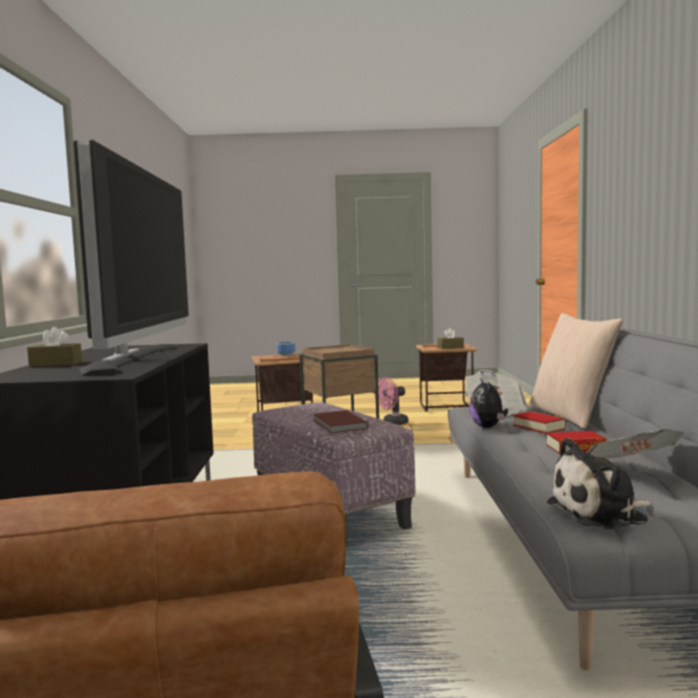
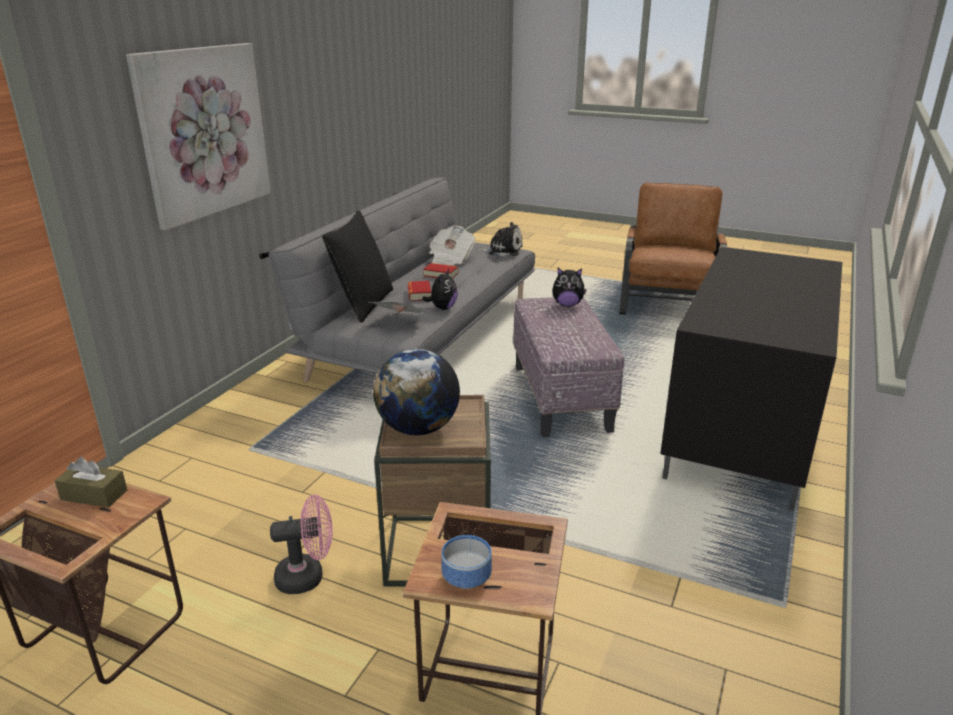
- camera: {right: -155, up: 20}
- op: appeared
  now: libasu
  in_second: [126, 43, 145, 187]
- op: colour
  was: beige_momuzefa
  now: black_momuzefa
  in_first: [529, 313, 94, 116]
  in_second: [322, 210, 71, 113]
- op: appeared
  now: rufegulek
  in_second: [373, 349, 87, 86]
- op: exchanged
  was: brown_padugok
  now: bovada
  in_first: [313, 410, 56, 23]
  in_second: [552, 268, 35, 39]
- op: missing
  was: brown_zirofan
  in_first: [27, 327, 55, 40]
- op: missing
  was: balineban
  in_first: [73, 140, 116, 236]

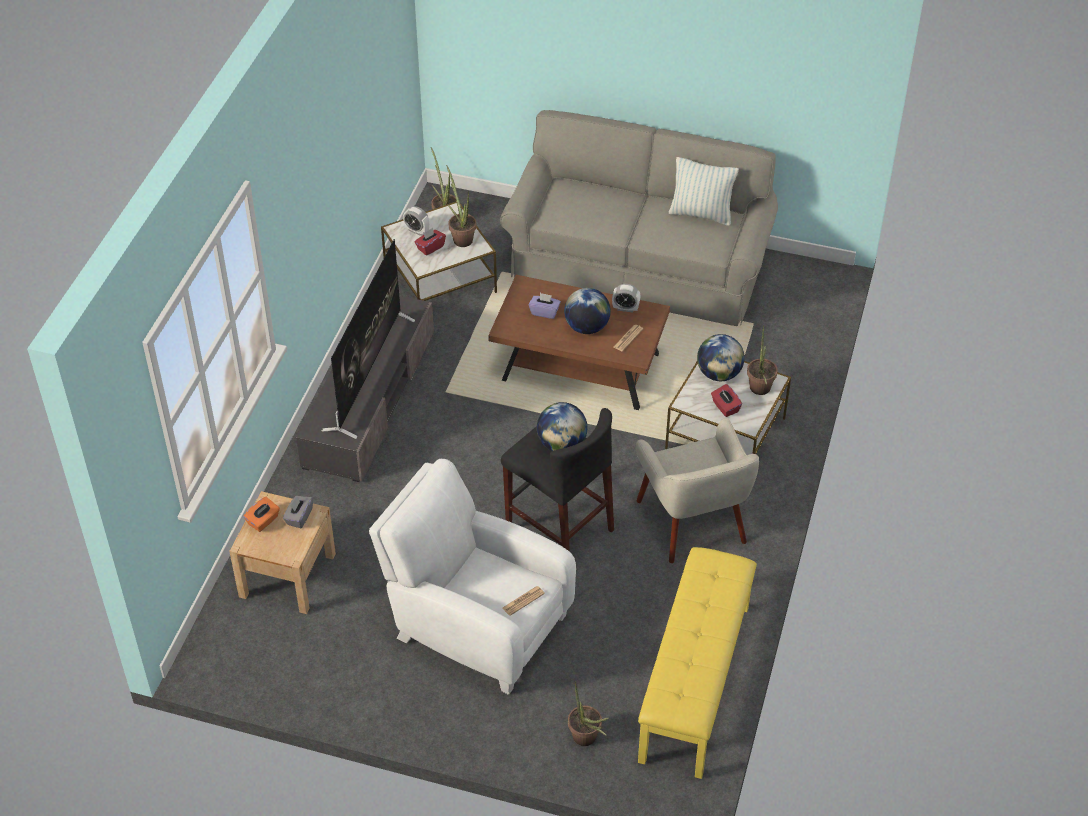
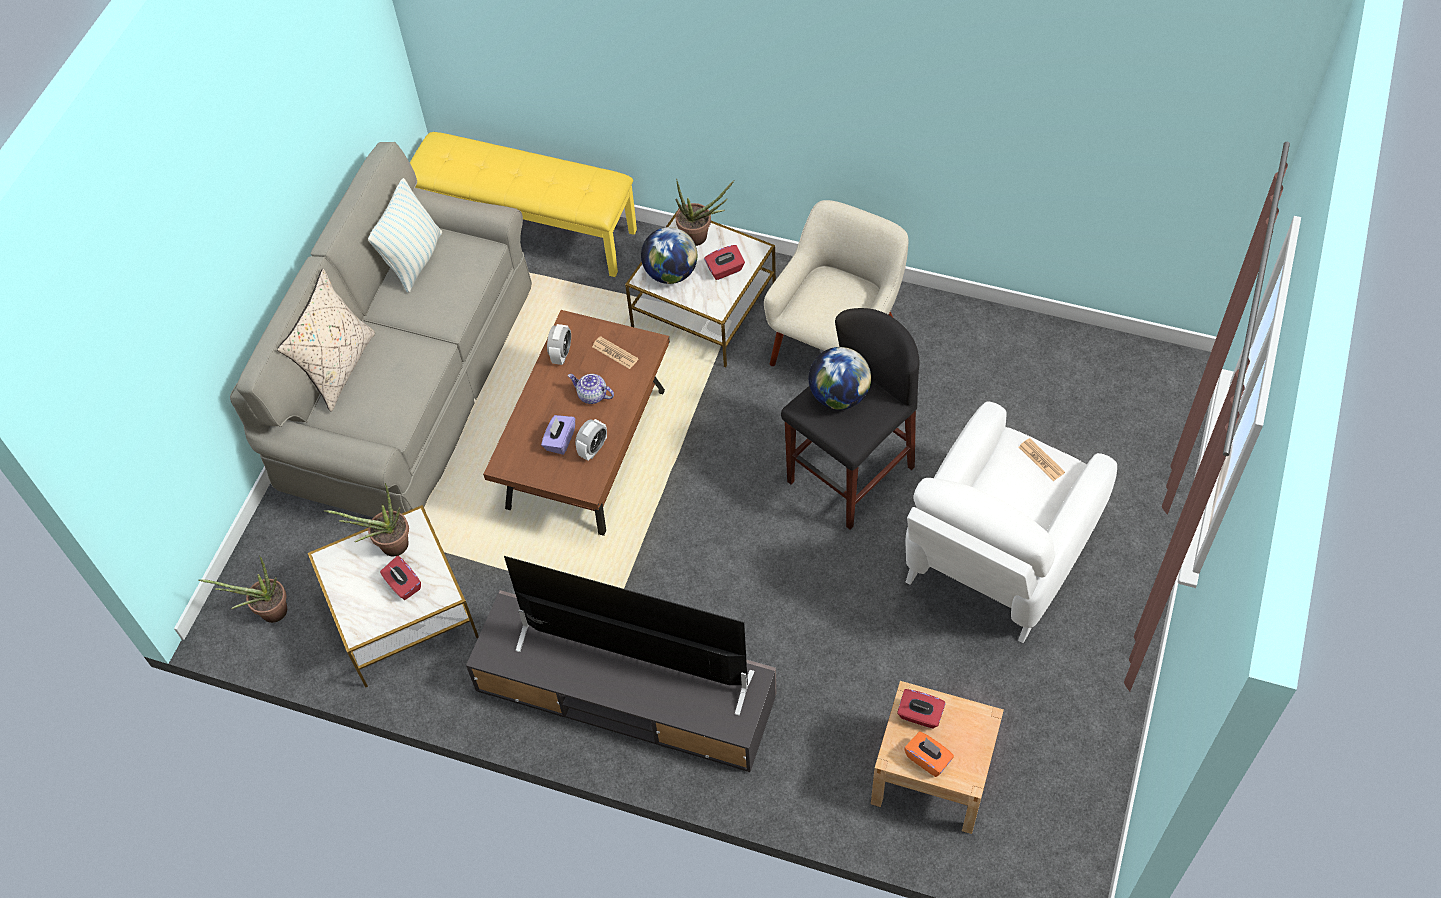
- camera: {right: -85, up: 10}
- op: appeared
  now: beige_momuzefa
  in_second: [277, 269, 99, 143]
- op: relocated
  was: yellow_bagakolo
  in_first: [638, 547, 119, 232]
  in_second: [410, 132, 227, 145]
- op: exchanged
  was: rufegulek
  now: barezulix
  in_first: [564, 288, 47, 46]
  in_second: [568, 374, 46, 30]
- op: relocated
  was: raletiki
  in_first: [403, 206, 26, 30]
  in_second: [575, 419, 32, 42]
- op: spun
  was: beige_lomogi
  in_first: [636, 418, 123, 145]
  in_second: [764, 200, 144, 166]
  clockwise: -45
- op: colour
  was: grey_zirofan
  now: red_zirofan
  in_first: [283, 496, 30, 32]
  in_second: [897, 689, 49, 40]
- op: missing
  was: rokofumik
  in_first: [568, 681, 41, 65]

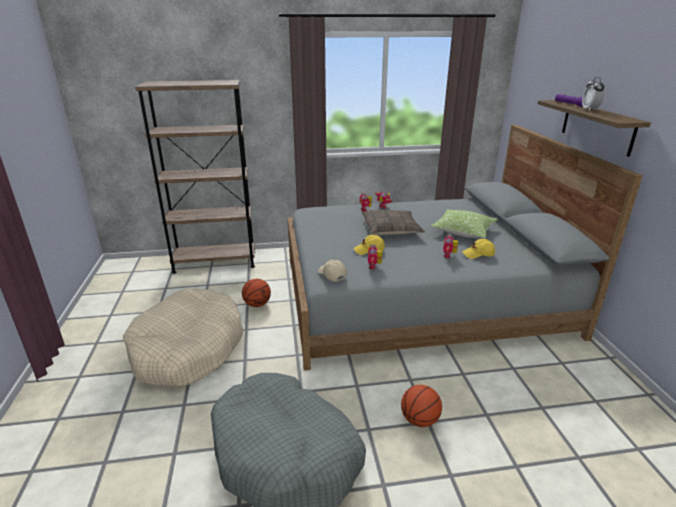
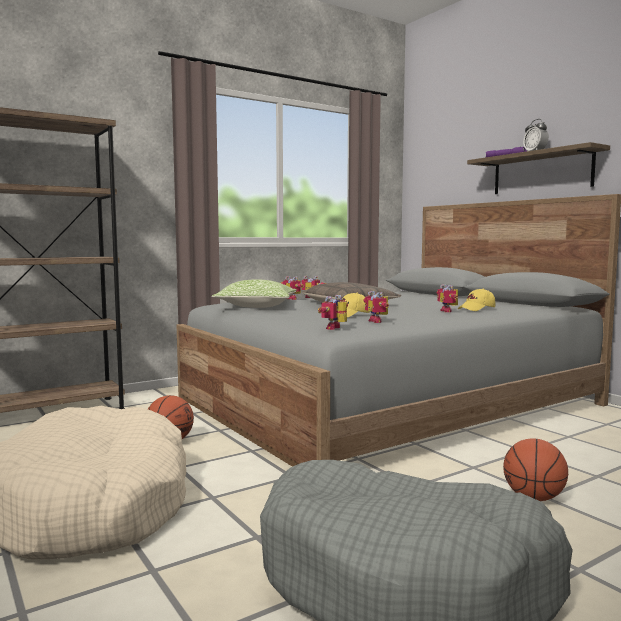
- camera: {right: -25, up: -20}
- op: relocated
  was: momuzefa
  in_first: [430, 209, 68, 30]
  in_second: [211, 280, 86, 28]
- op: exchanged
  was: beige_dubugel
  now: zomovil
  in_first: [318, 260, 29, 22]
  in_second: [318, 295, 30, 35]

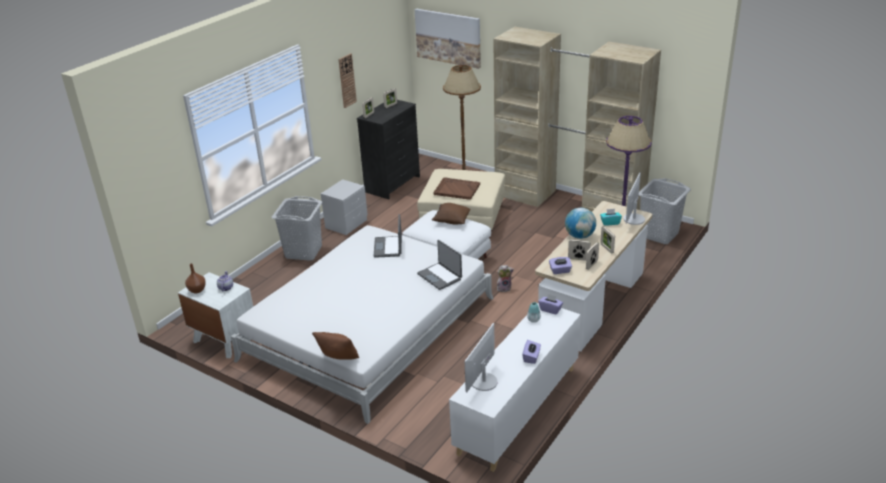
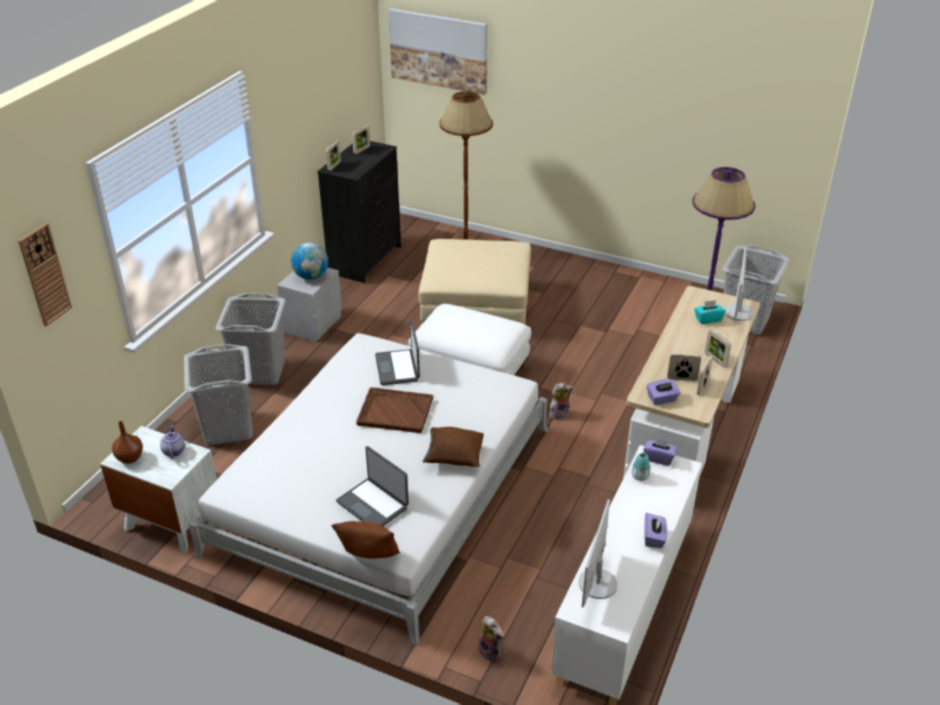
- camera: {right: -10, up: 5}
- op: relocated
  was: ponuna
  in_first: [338, 53, 19, 55]
  in_second: [18, 223, 54, 103]
- op: appeared
  now: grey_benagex
  in_second: [184, 344, 69, 101]
- op: relocated
  was: rufegulek
  in_first: [565, 208, 31, 31]
  in_second: [291, 242, 37, 38]
- op: relocated
  was: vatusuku
  in_first: [417, 240, 45, 50]
  in_second: [336, 446, 73, 80]
- op: relocated
  was: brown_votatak
  in_first: [433, 177, 47, 23]
  in_second: [356, 387, 77, 46]
- op: relocated
  was: brown_momuzefa
  in_first: [432, 203, 38, 21]
  in_second: [423, 427, 61, 40]
- op: appeared
  now: bovada
  in_second: [478, 616, 26, 46]
- op: missing
  was: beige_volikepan
  in_first: [493, 27, 168, 185]

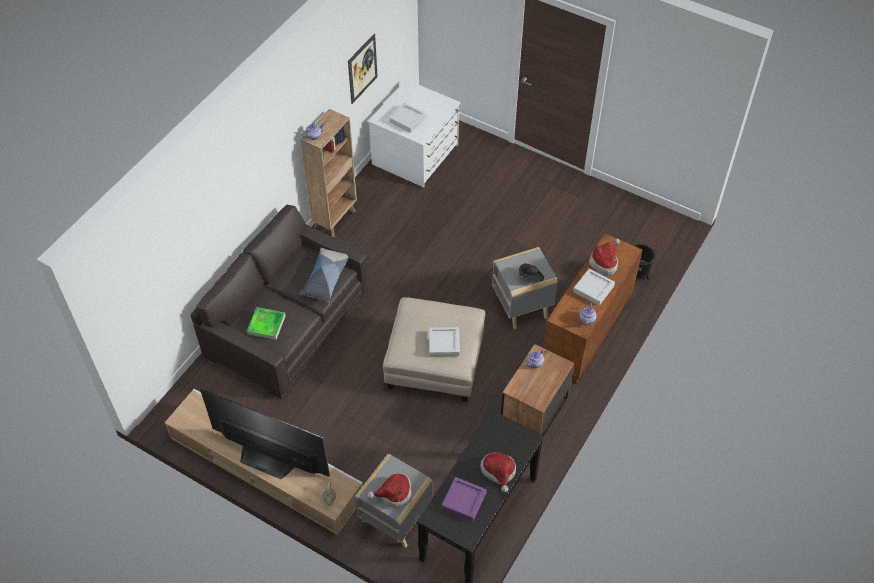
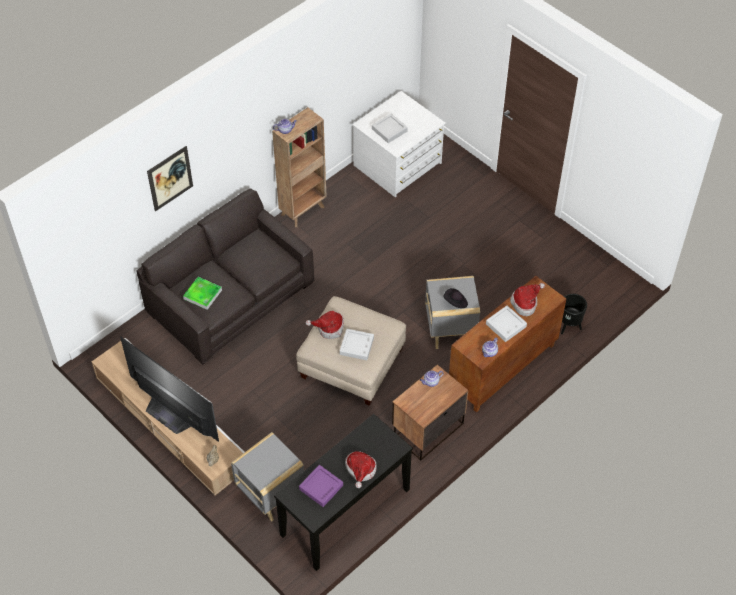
- camera: {right: 15, up: 0}
- op: relocated
  was: libasu
  in_first: [348, 34, 30, 70]
  in_second: [147, 146, 46, 65]
- op: relocated
  was: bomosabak
  in_first: [367, 473, 45, 35]
  in_second: [305, 311, 39, 28]
- op: missing
  was: momuzefa
  in_first: [300, 248, 49, 54]

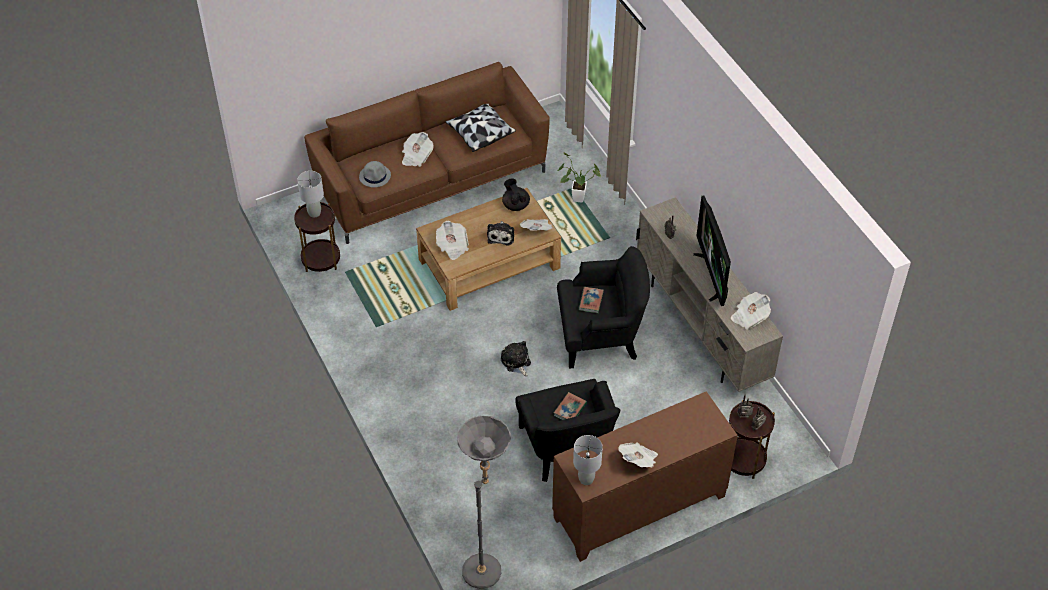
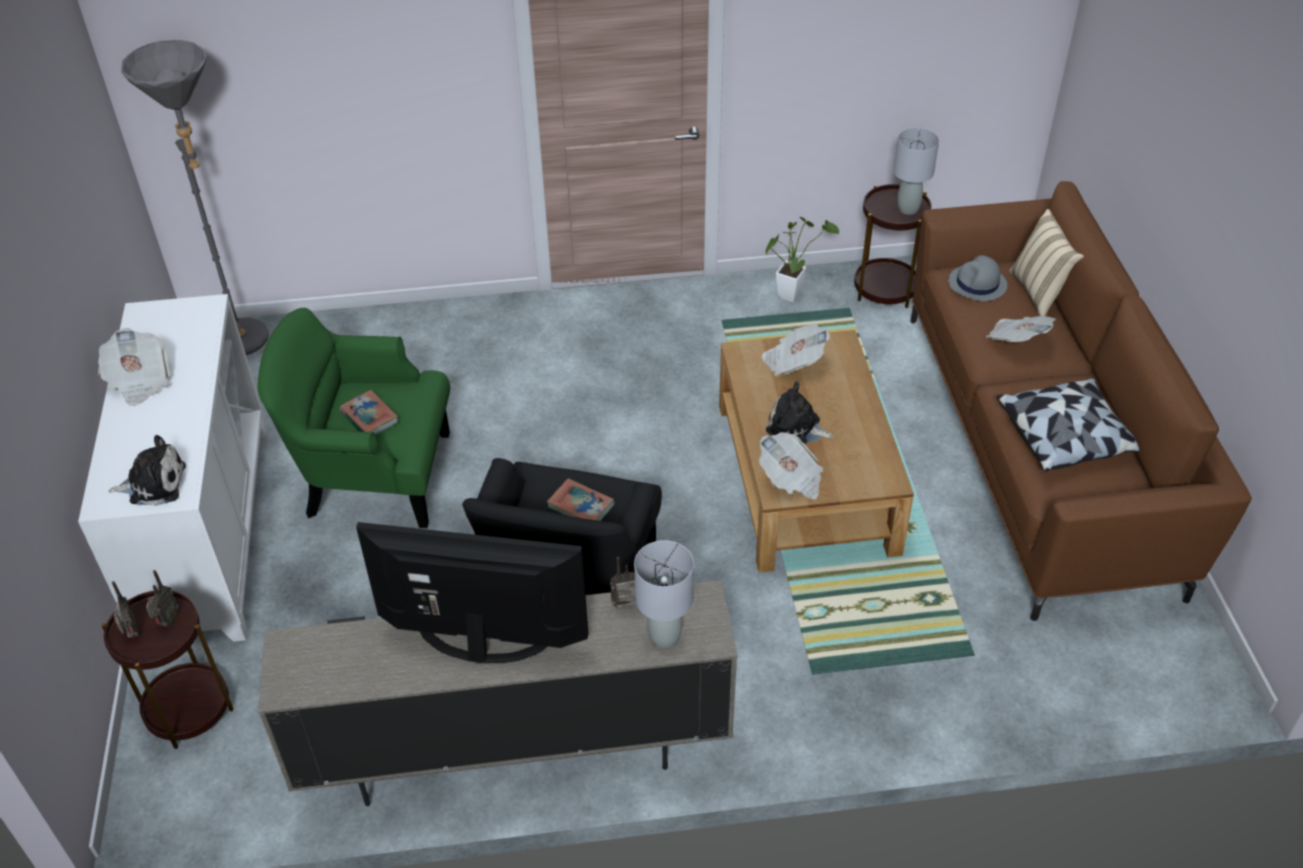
- camera: {right: 110, up: -5}
- op: colour
  was: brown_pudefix
  now: white_pudefix
  in_first: [552, 391, 186, 171]
  in_second: [78, 294, 188, 348]
- op: relocated
  was: bovada
  in_first: [501, 341, 30, 35]
  in_second: [108, 435, 78, 71]
- op: colour
  was: black_lomogi
  now: green_lomogi
  in_first: [515, 379, 105, 103]
  in_second: [257, 308, 193, 220]
- op: relocated
  was: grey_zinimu
  in_first: [573, 435, 30, 50]
  in_second: [634, 540, 60, 109]
- op: relocated
  was: rokofumik
  in_first: [558, 153, 43, 50]
  in_second: [765, 217, 74, 85]
- op: appeared
  now: beige_momuzefa
  in_second: [1009, 209, 75, 107]
- op: missing
  was: black_barezulix
  in_first: [502, 178, 28, 33]
- op: missing
  was: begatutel
  in_first: [731, 292, 40, 38]

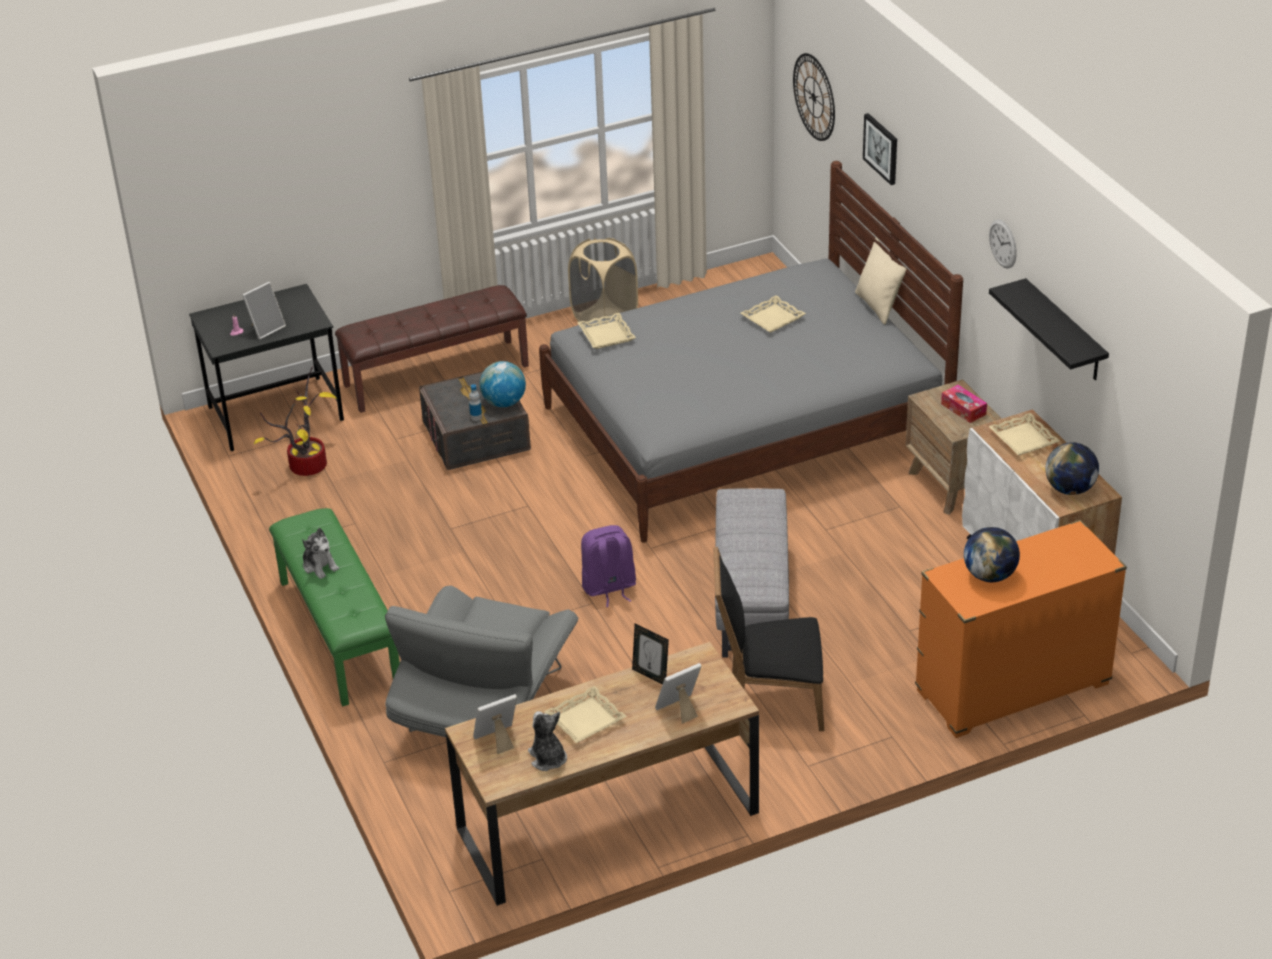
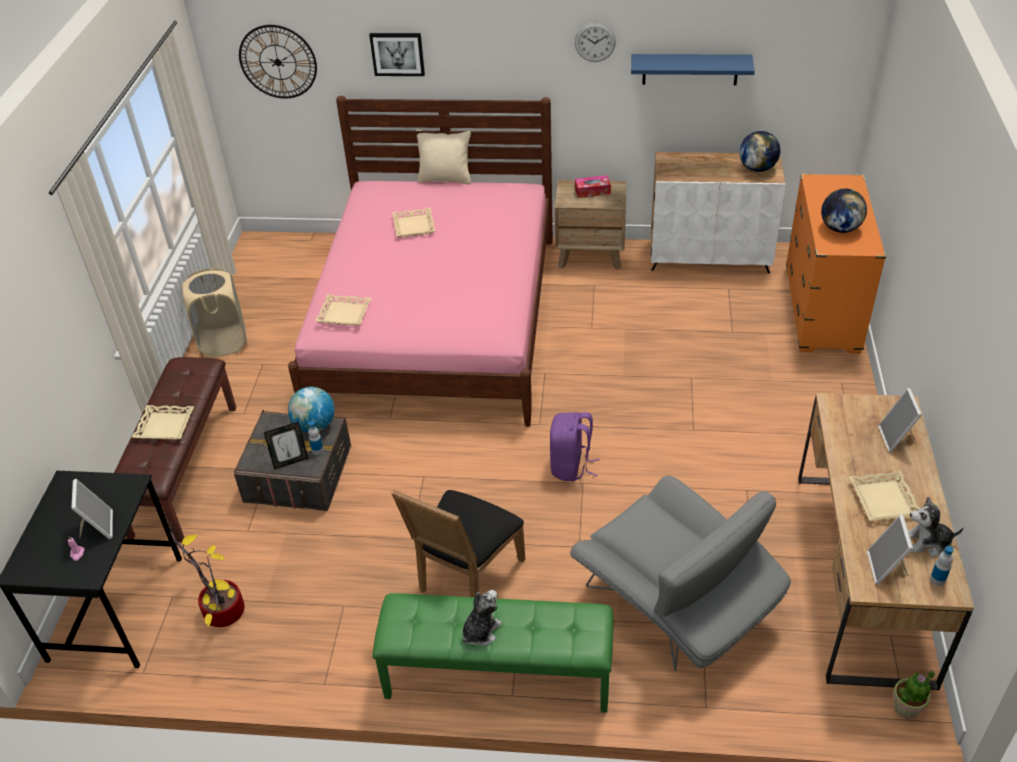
- camera: {right: -60, up: 5}
- op: relocated
  was: beige_votatak
  in_first: [989, 413, 71, 42]
  in_second: [132, 405, 62, 34]
- op: relocated
  was: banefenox
  in_first: [632, 623, 37, 62]
  in_second: [264, 422, 44, 47]
- op: colour
  was: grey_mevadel
  now: pink_mevadel
  in_first: [539, 161, 424, 382]
  in_second: [288, 96, 265, 331]
- op: relocated
  was: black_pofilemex
  in_first: [713, 546, 111, 185]
  in_second: [391, 490, 134, 107]
- op: spun
  was: bovada
  in_first: [302, 528, 37, 51]
  in_second: [462, 590, 40, 56]
  clockwise: -45
- op: colour
  was: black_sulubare
  now: blue_sulubare
  in_first: [989, 278, 120, 102]
  in_second: [631, 54, 124, 31]
- op: appeared
  now: rokofumik
  in_second: [893, 670, 42, 49]
- op: appeared
  now: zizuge
  in_second: [930, 546, 23, 40]
- op: missing
  was: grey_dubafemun
  in_first: [715, 488, 74, 170]

